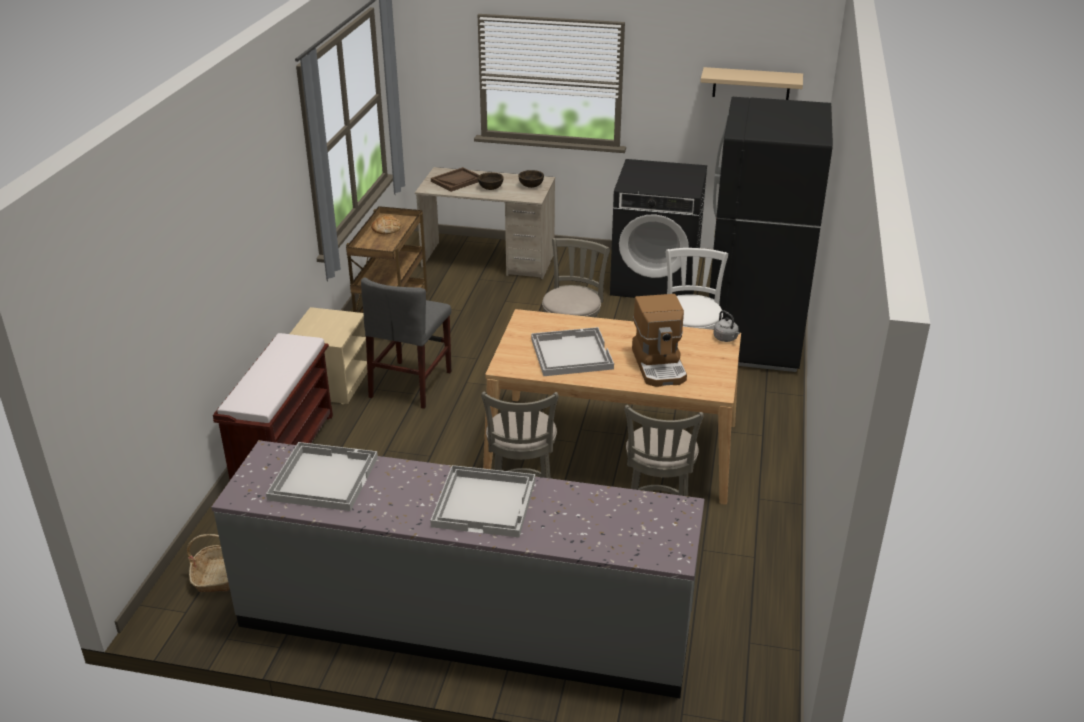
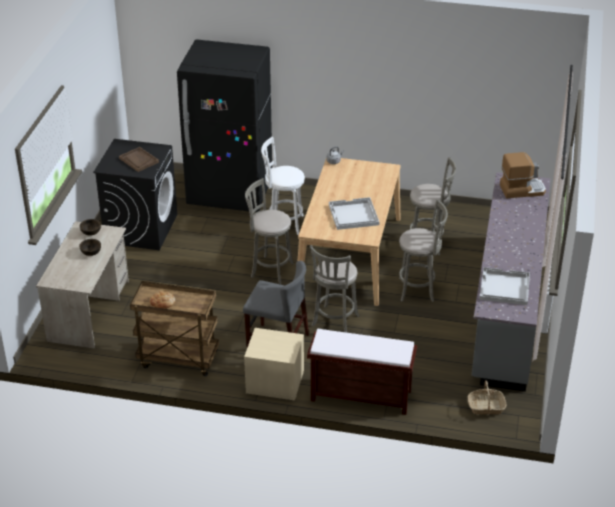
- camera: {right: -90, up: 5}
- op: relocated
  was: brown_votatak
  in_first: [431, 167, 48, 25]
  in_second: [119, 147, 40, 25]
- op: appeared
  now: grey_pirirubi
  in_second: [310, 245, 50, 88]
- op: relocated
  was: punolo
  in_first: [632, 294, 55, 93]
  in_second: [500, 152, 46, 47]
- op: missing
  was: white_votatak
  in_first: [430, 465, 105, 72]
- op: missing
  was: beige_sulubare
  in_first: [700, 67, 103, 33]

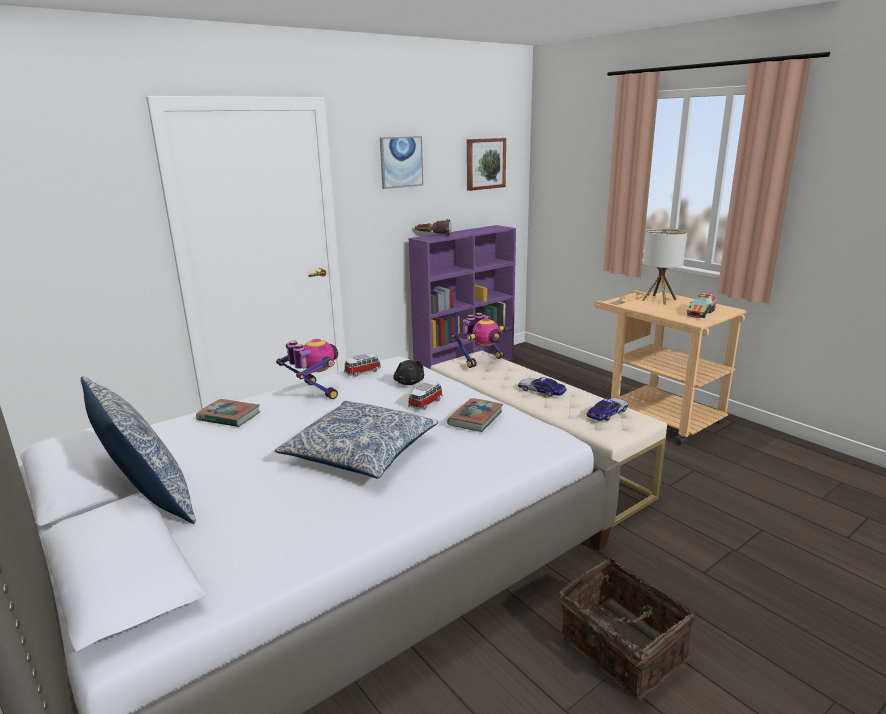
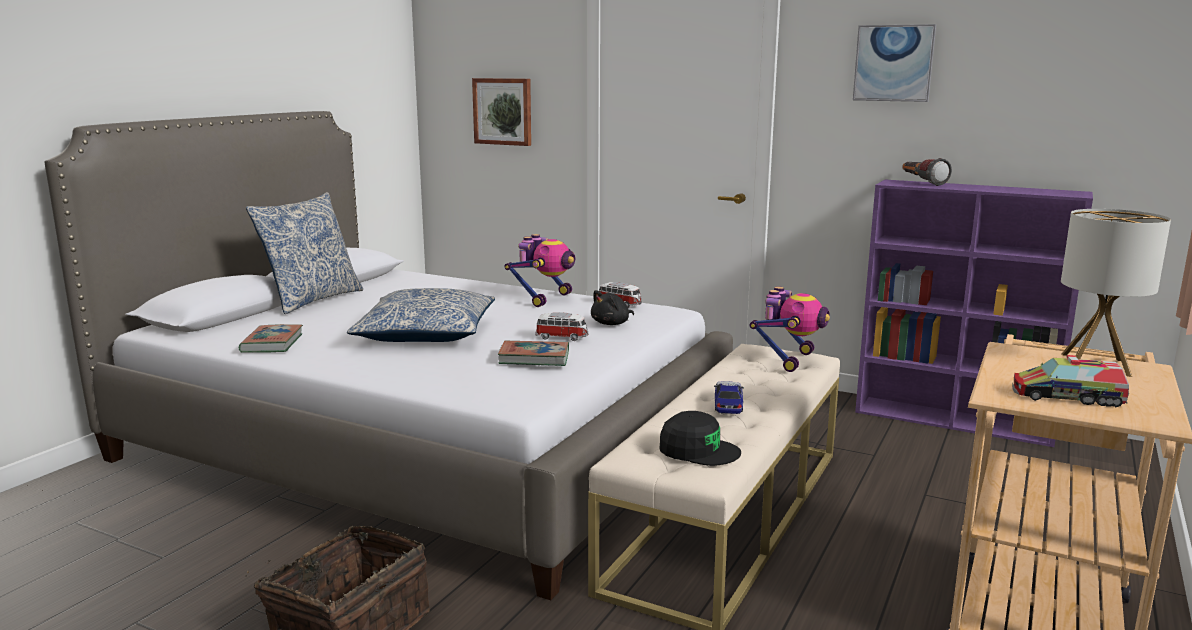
- camera: {right: 65, up: -5}
- op: relocated
  was: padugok
  in_first: [196, 399, 64, 28]
  in_second: [239, 324, 64, 29]
- op: relocated
  was: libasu
  in_first: [467, 138, 39, 53]
  in_second: [472, 78, 59, 68]
- op: exchanged
  was: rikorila
  now: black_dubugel
  in_first: [587, 398, 42, 23]
  in_second: [659, 411, 82, 55]
- op: spun
  was: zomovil
  in_first: [452, 313, 53, 55]
  in_second: [749, 286, 81, 86]
  clockwise: -90

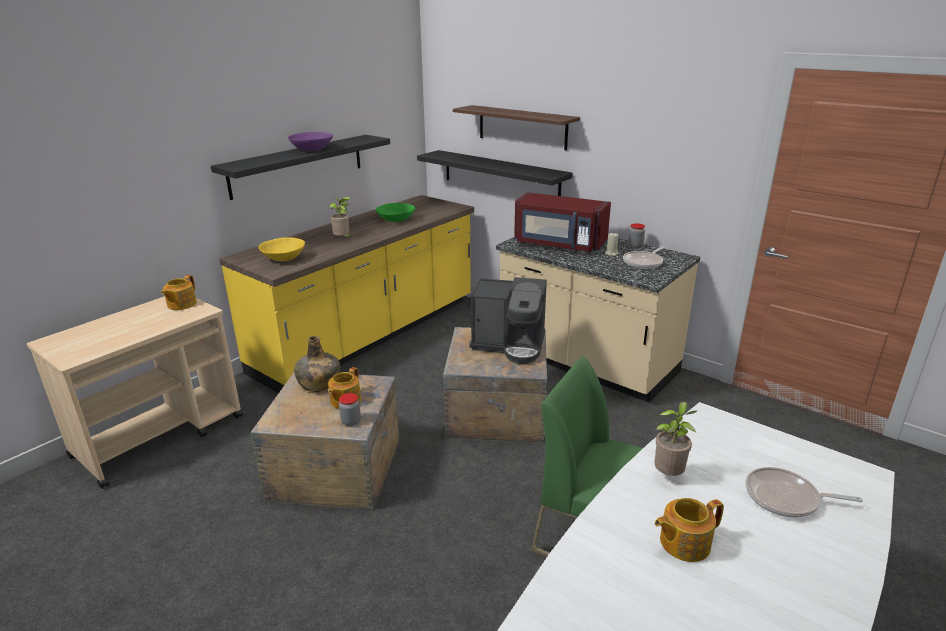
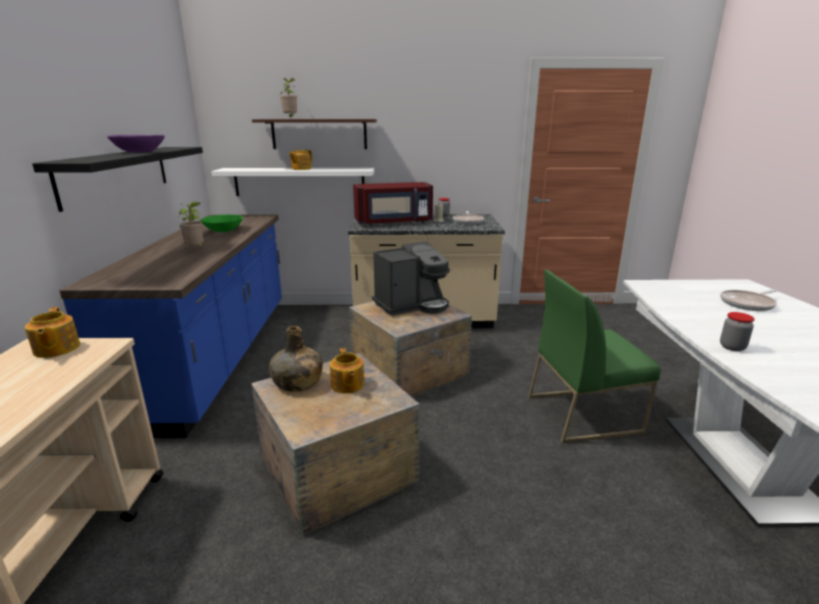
- camera: {right: -40, up: -5}
- op: colour
  was: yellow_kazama
  now: blue_kazama
  in_first: [219, 195, 255, 198]
  in_second: [59, 215, 223, 223]
- op: colour
  was: black_sulubare
  now: white_sulubare
  in_first: [417, 150, 156, 46]
  in_second: [211, 168, 163, 28]
- op: relocated
  was: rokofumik
  in_first: [655, 402, 42, 74]
  in_second: [279, 78, 18, 40]
- op: relocated
  was: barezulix
  in_first: [655, 498, 69, 64]
  in_second: [288, 150, 24, 20]
- op: relocated
  was: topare
  in_first: [339, 393, 22, 33]
  in_second: [720, 312, 35, 39]
- op: missing
  was: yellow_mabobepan
  in_first: [259, 237, 46, 24]

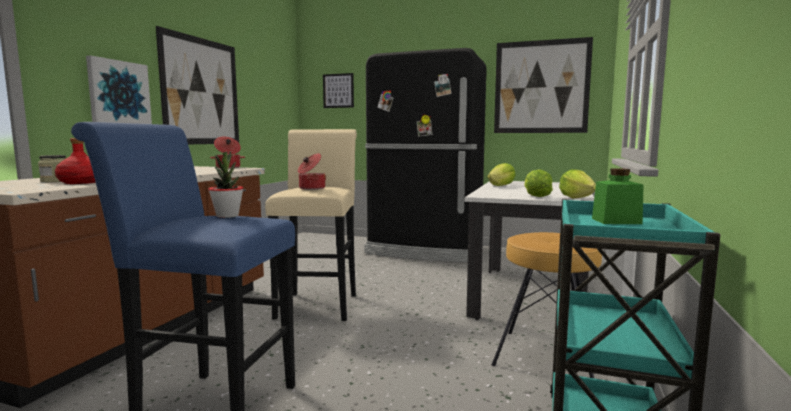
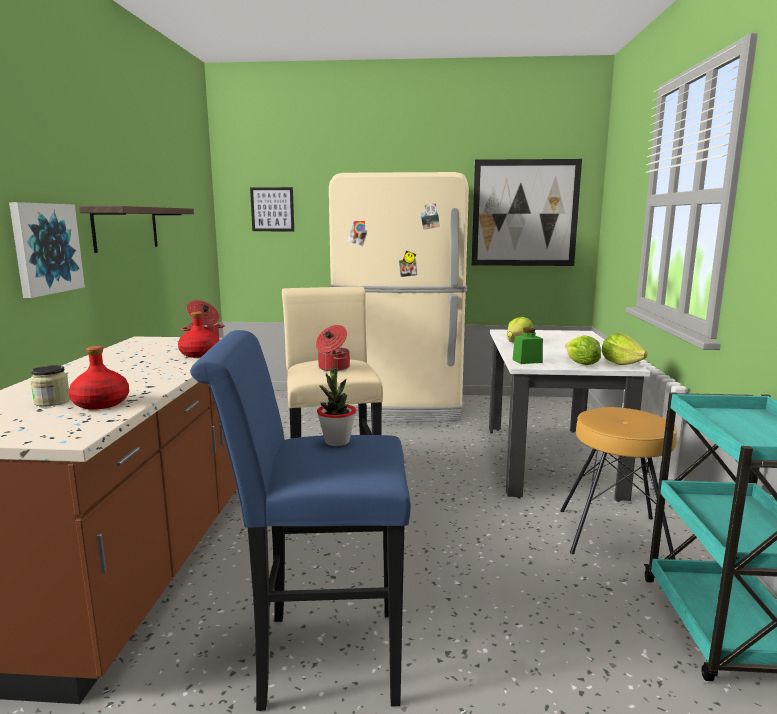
- camera: {right: -15, up: 5}
- op: exchanged
  was: libasu
  now: sulubare
  in_first: [156, 26, 83, 119]
  in_second: [79, 206, 115, 47]
- op: appeared
  now: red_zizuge
  in_second: [178, 312, 41, 46]
- op: colour
  was: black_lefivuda
  now: beige_lefivuda
  in_first: [364, 48, 123, 214]
  in_second: [329, 172, 140, 250]
- op: relocated
  was: green_topare
  in_first: [592, 168, 52, 56]
  in_second: [513, 327, 30, 37]

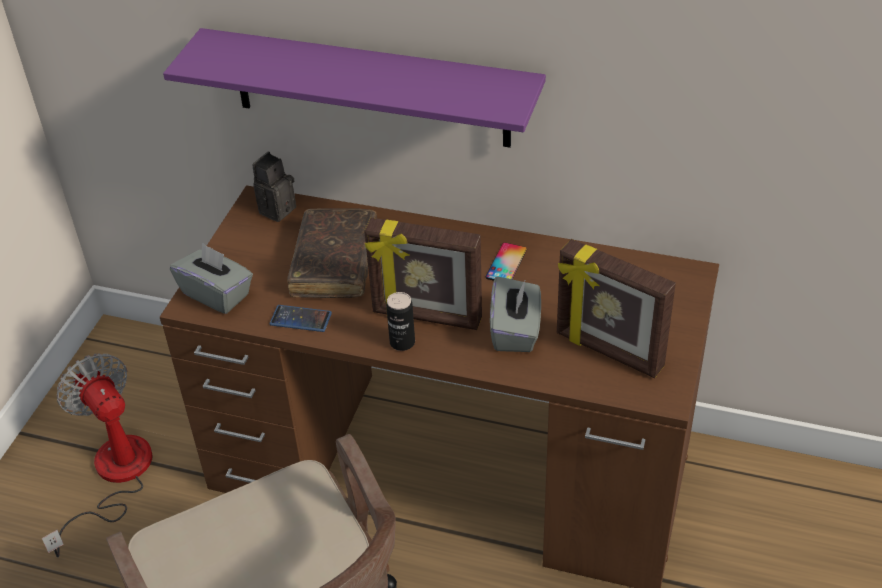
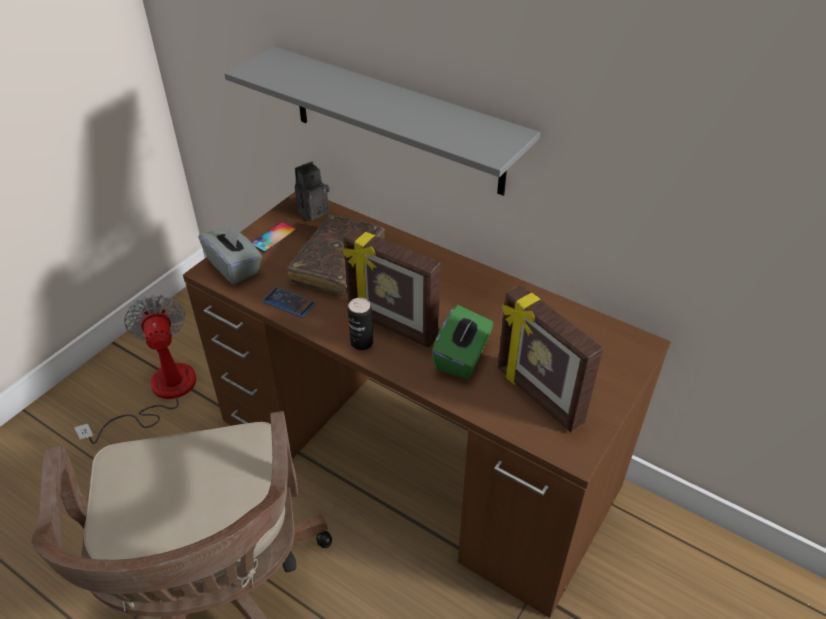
- camera: {right: 15, up: 0}
- op: colour
  was: purple_sulubare
  now: grey_sulubare
  in_first: [163, 28, 383, 120]
  in_second: [224, 46, 316, 149]
- op: relocated
  was: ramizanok
  in_first: [486, 242, 41, 39]
  in_second: [251, 222, 45, 30]
- op: colour
  was: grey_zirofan
  now: green_zirofan
  in_first: [490, 276, 51, 76]
  in_second: [432, 305, 61, 74]

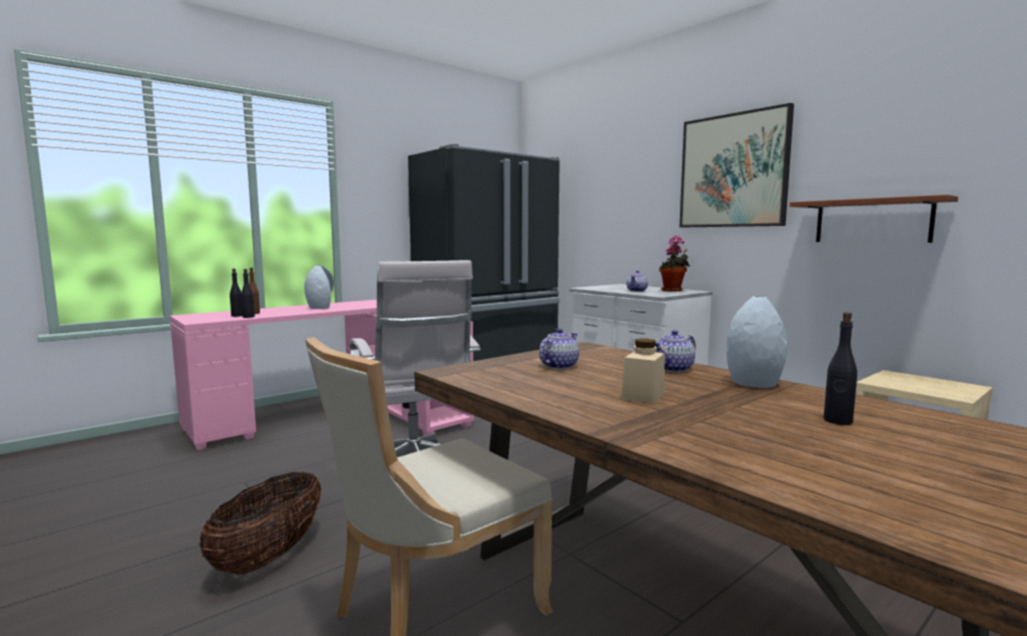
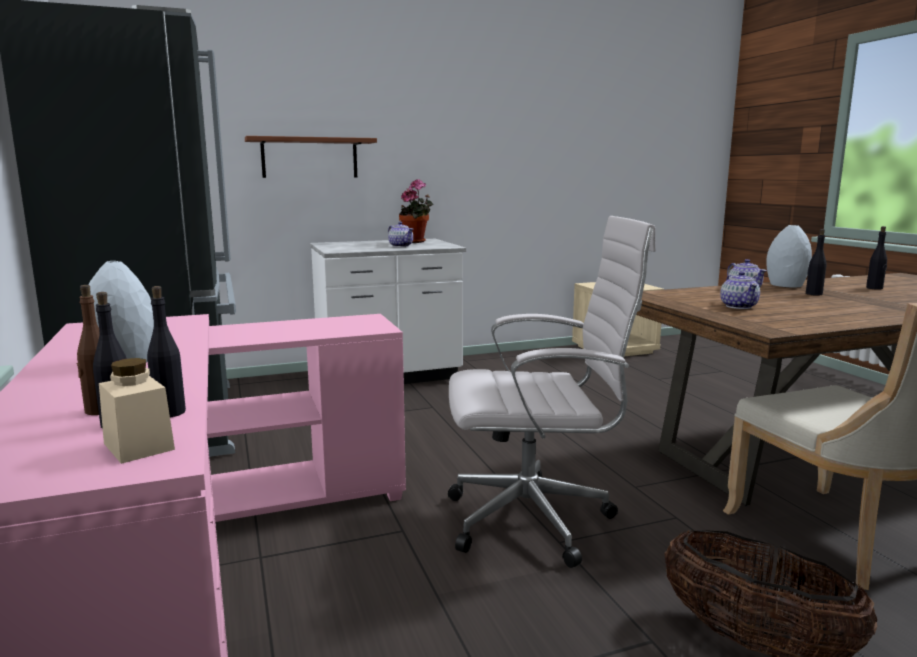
- camera: {right: -70, up: 5}
- op: relocated
  was: beige_topare
  in_first: [621, 338, 43, 66]
  in_second: [99, 358, 76, 106]
- op: relocated
  was: brown_sulubare
  in_first: [790, 195, 168, 48]
  in_second: [245, 136, 132, 42]
- op: spun
  was: barezulix
  in_first: [539, 328, 40, 41]
  in_second: [720, 271, 40, 38]
  clockwise: -150
- op: appeared
  now: black_zizuge
  in_second: [806, 229, 20, 67]
- op: missing
  was: libasu
  in_first: [680, 103, 114, 124]

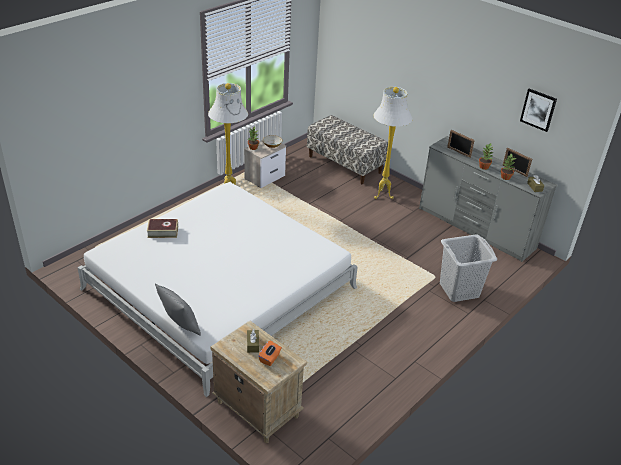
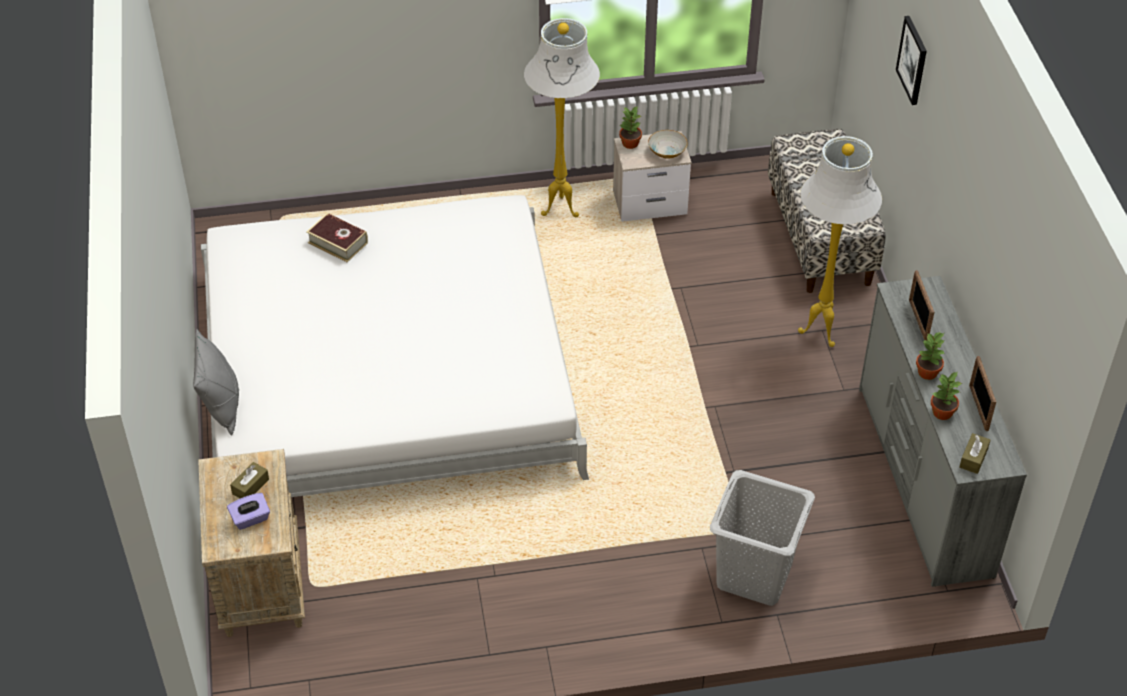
- camera: {right: 40, up: 10}
- op: colour
  was: orange_zirofan
  now: purple_zirofan
  in_first: [258, 340, 24, 26]
  in_second: [227, 493, 43, 37]
- op: relocated
  was: libasu
  in_first: [520, 88, 37, 44]
  in_second: [896, 16, 31, 89]

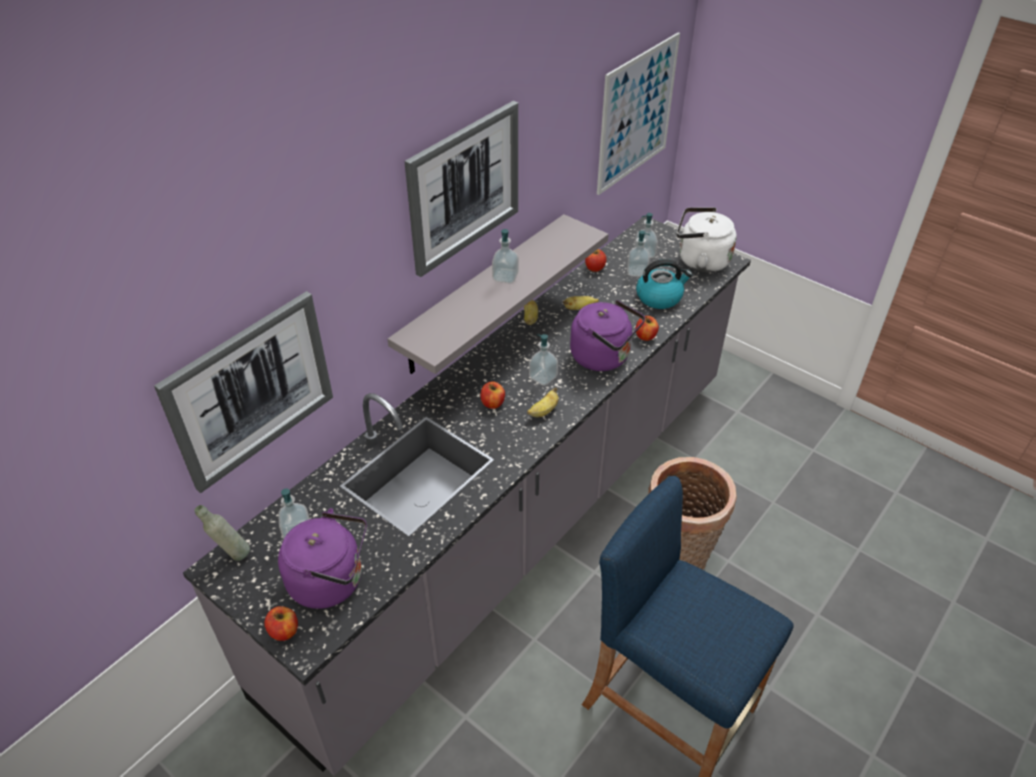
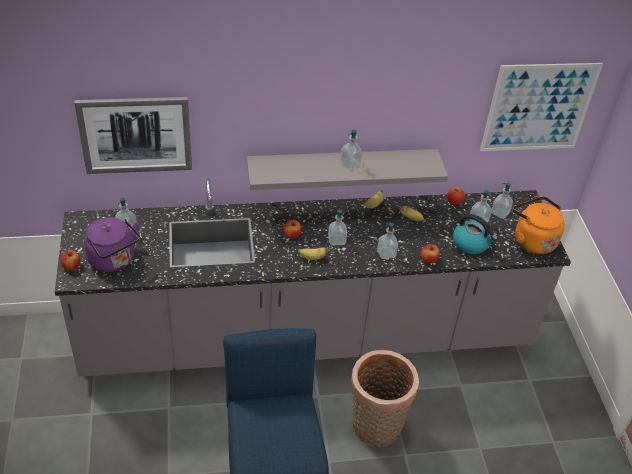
- camera: {right: 40, up: 0}
- op: exchanged
  was: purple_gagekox
  now: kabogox
  in_first: [570, 300, 75, 71]
  in_second: [377, 221, 21, 38]
- op: colour
  was: white_gagekox
  now: orange_gagekox
  in_first: [677, 207, 60, 65]
  in_second: [512, 196, 53, 58]
- op: missing
  was: grey_zizuge
  in_first: [195, 505, 55, 56]
- op: missing
  was: libasu
  in_first: [405, 101, 113, 176]

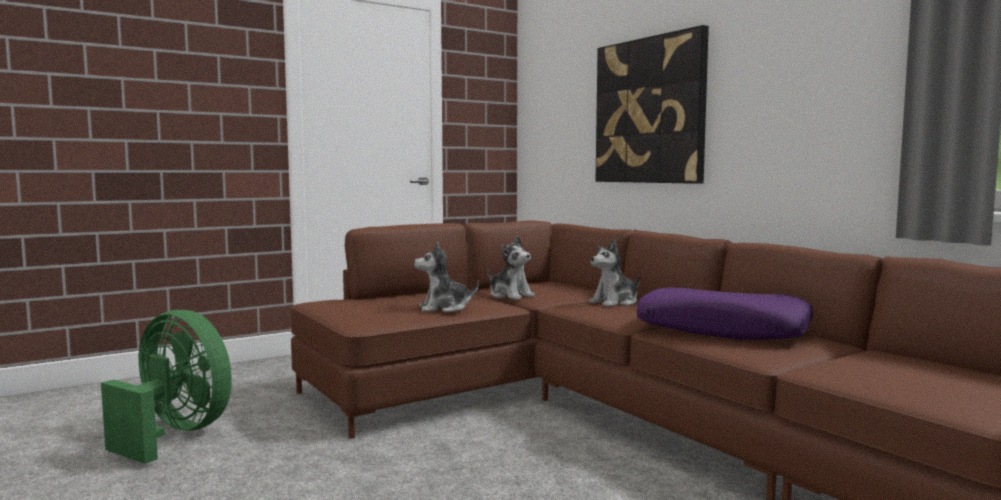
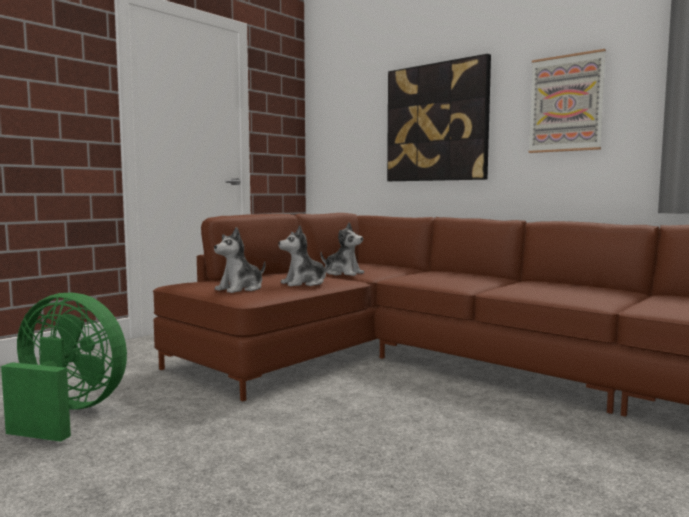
- camera: {right: -15, up: 0}
- op: relocated
  was: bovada
  in_first: [589, 239, 51, 68]
  in_second: [214, 227, 51, 66]
- op: appeared
  now: libasu
  in_second: [528, 49, 78, 104]
- op: missing
  was: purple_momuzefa
  in_first: [636, 288, 177, 52]

